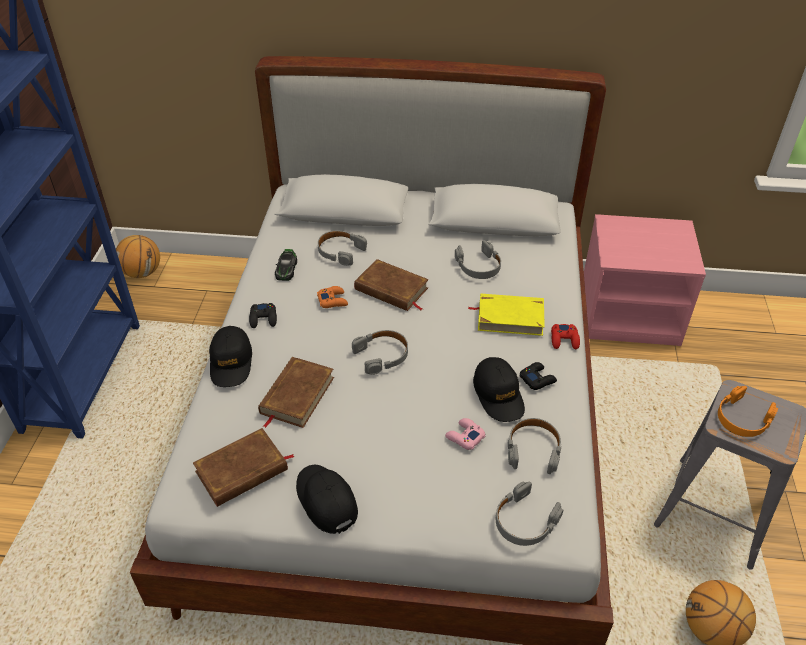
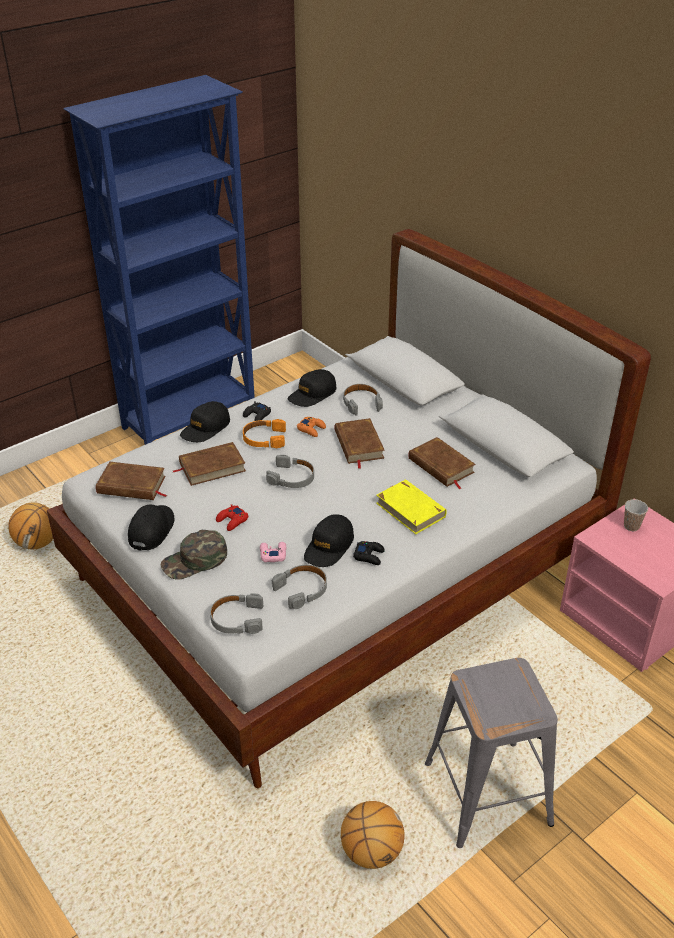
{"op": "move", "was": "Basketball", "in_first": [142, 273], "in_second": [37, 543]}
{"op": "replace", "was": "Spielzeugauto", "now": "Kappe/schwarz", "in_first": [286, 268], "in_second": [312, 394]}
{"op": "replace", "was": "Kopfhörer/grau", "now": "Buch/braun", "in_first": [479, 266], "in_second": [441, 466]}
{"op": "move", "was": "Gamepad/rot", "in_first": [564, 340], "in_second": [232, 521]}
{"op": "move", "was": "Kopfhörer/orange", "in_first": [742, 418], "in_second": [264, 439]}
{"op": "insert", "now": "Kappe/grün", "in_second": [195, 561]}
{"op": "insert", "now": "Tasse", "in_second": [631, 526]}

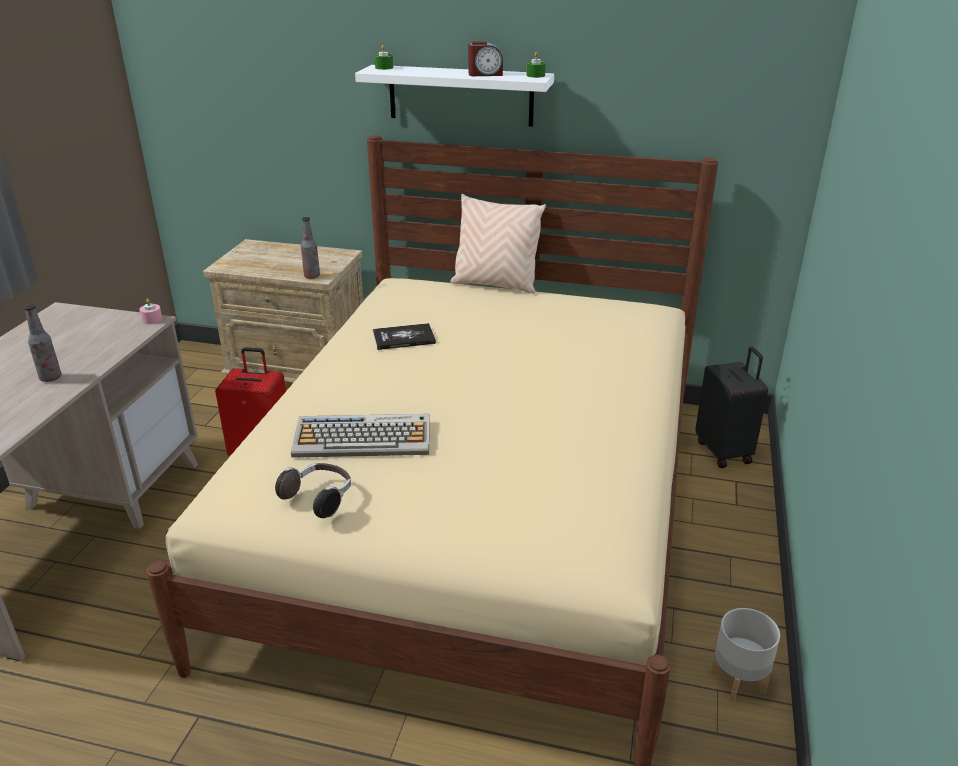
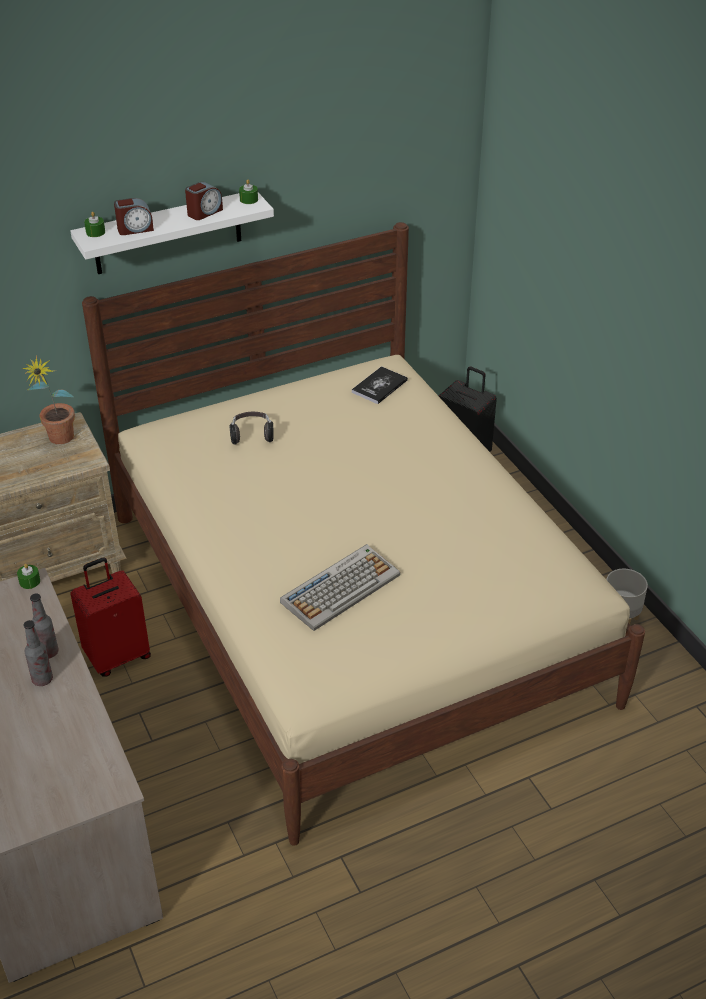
{"op": "recolor", "was": "Kerze/rosa", "now": "Kerze/grün", "in_first": [152, 319], "in_second": [29, 581]}
{"op": "move", "was": "Kopfhörer", "in_first": [319, 498], "in_second": [252, 435]}
{"op": "move", "was": "Flasche", "in_first": [312, 276], "in_second": [48, 652]}
{"op": "move", "was": "Buch", "in_first": [404, 338], "in_second": [379, 386]}
{"op": "delete", "was": "Kissen/beige", "in_first": [495, 284]}
{"op": "insert", "now": "Topfpflanze", "in_second": [58, 441]}
{"op": "insert", "now": "Wecker", "in_second": [135, 229]}

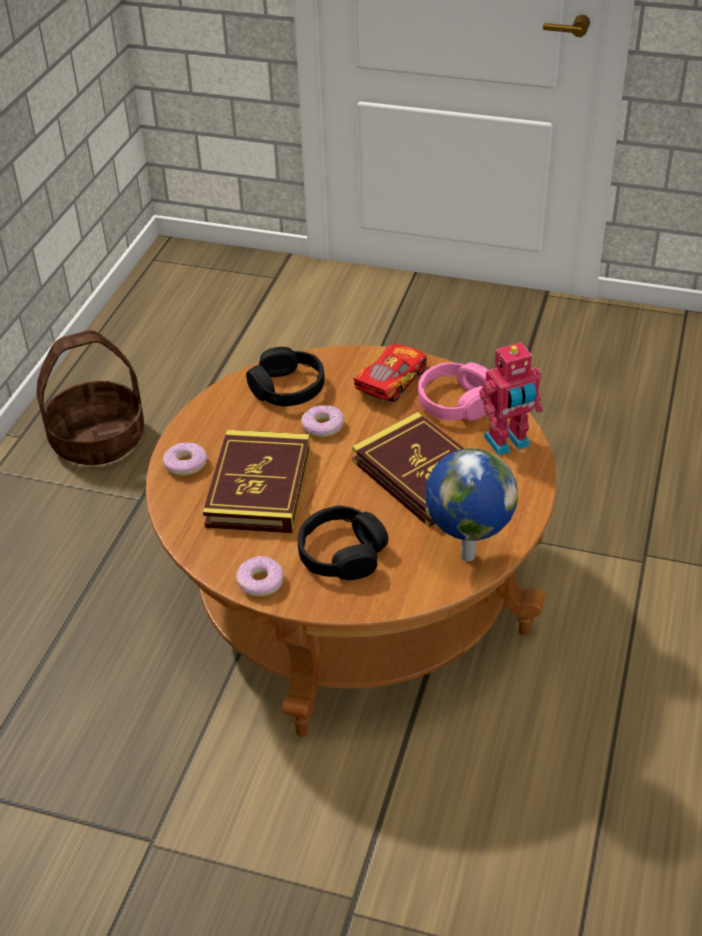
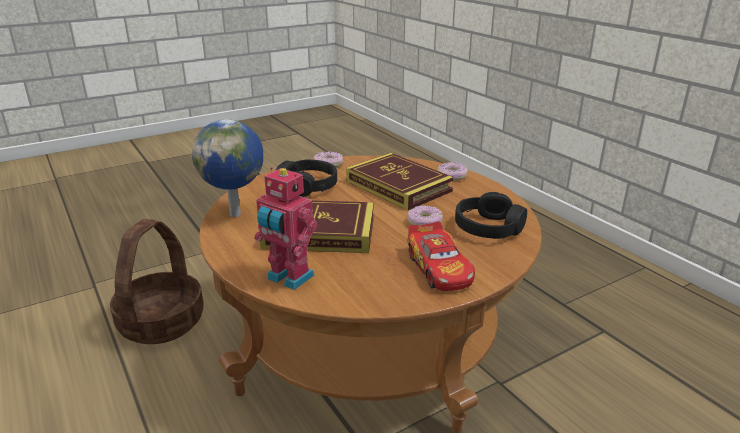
{"op": "move", "was": "Korb", "in_first": [98, 438], "in_second": [162, 322]}
{"op": "delete", "was": "Kopfhörer/rosa", "in_first": [455, 402]}
{"op": "rotate", "was": "Spielzeugroboter", "in_first": [508, 443], "in_second": [288, 278], "clockwise": -75}

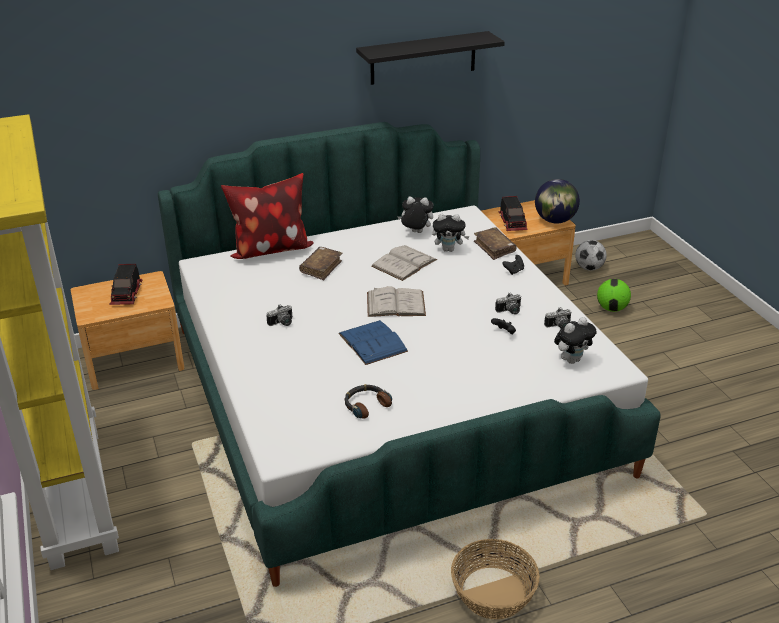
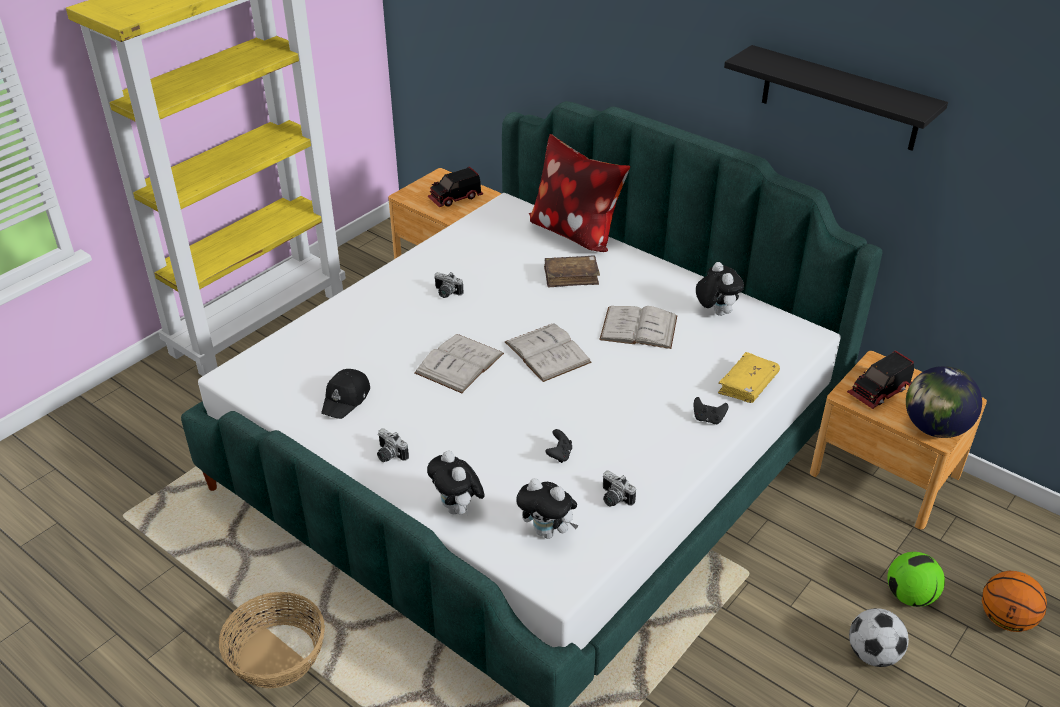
{"op": "recolor", "was": "Buch/blau", "now": "Buch/weiß", "in_first": [372, 342], "in_second": [459, 363]}
{"op": "replace", "was": "Kopfhörer", "now": "Kappe/schwarz", "in_first": [366, 405], "in_second": [346, 399]}
{"op": "move", "was": "Plüschtier", "in_first": [449, 249], "in_second": [458, 509]}
{"op": "recolor", "was": "Buch/braun", "now": "Buch/gelb", "in_first": [494, 248], "in_second": [747, 385]}
{"op": "move", "was": "Kamera", "in_first": [510, 311], "in_second": [389, 455]}
{"op": "move", "was": "Fußball", "in_first": [589, 268], "in_second": [872, 654]}
{"op": "insert", "now": "Basketball", "in_second": [1005, 619]}

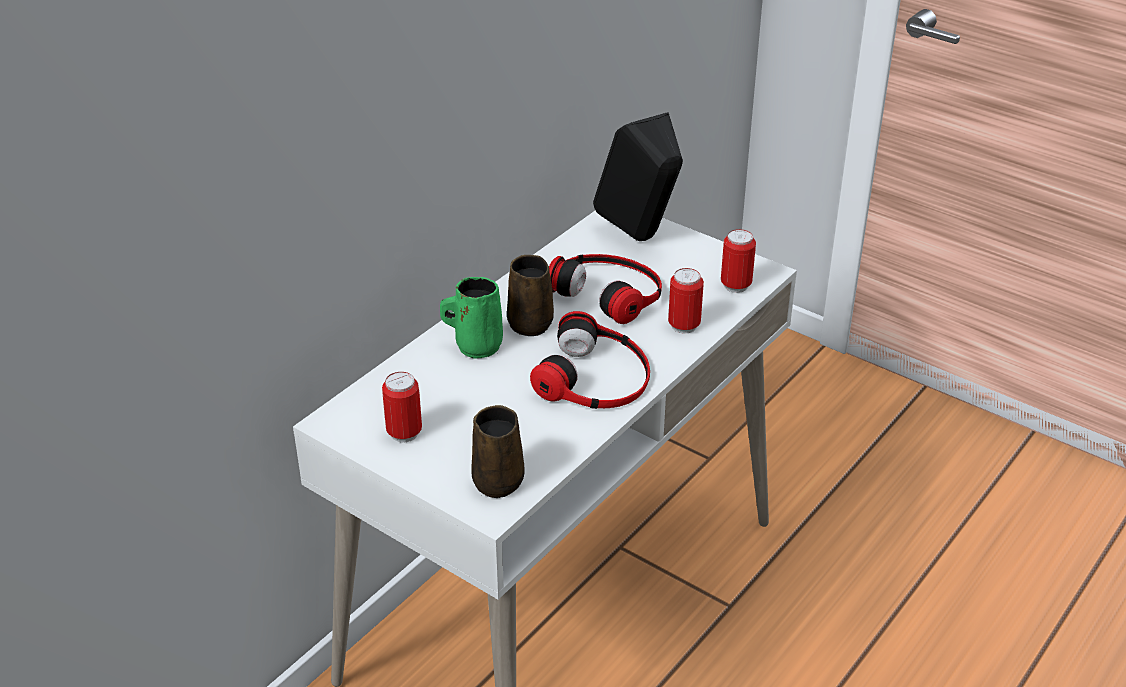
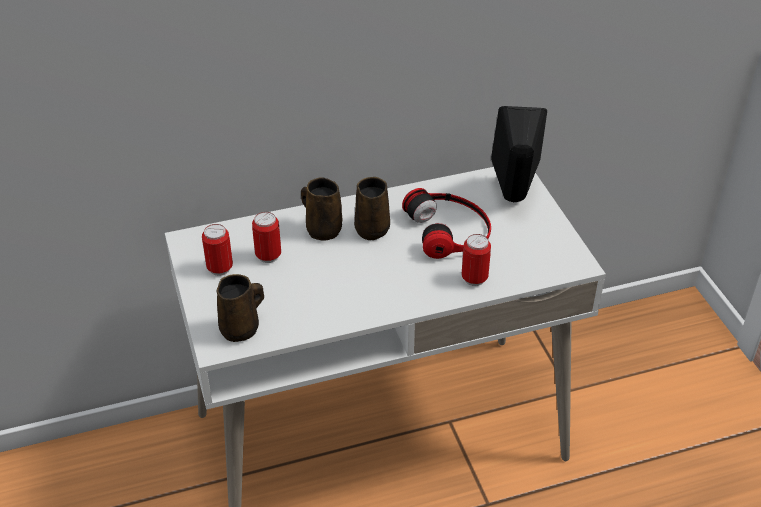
{"op": "recolor", "was": "Henkelbecher/grün", "now": "Henkelbecher/braun", "in_first": [476, 346], "in_second": [322, 229]}
{"op": "delete", "was": "Kopfhörer", "in_first": [595, 377]}
{"op": "move", "was": "Dose", "in_first": [735, 285], "in_second": [268, 256]}

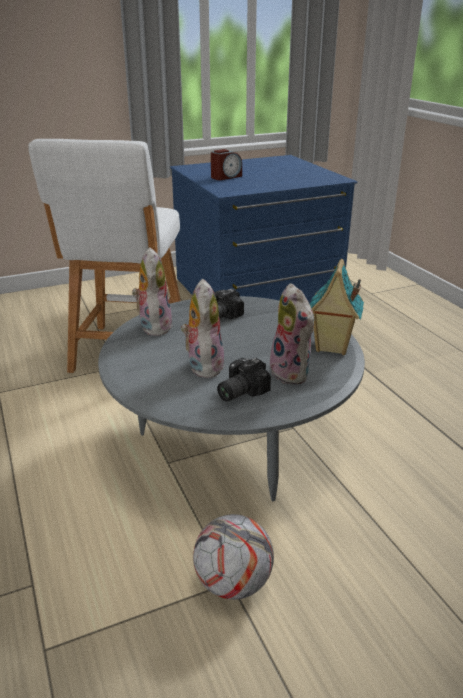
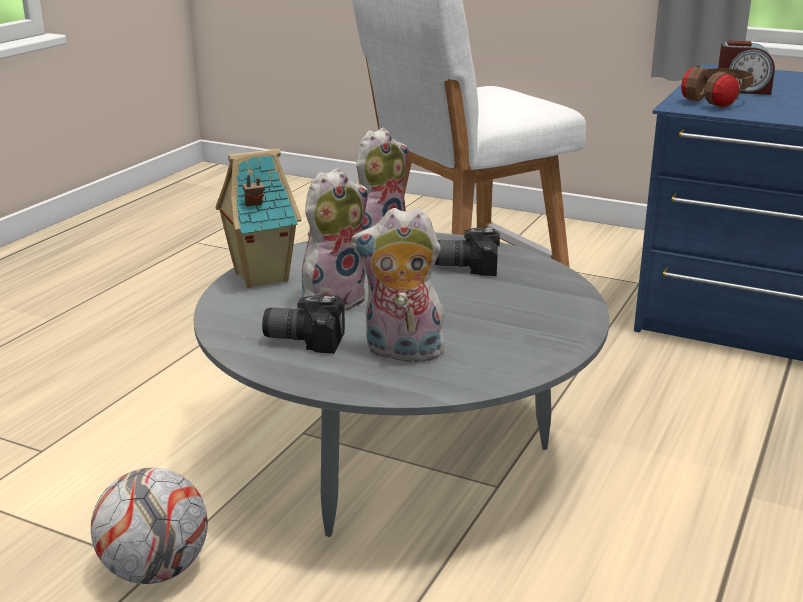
{"op": "rotate", "was": "Plüschtier", "in_first": [293, 373], "in_second": [401, 353], "clockwise": 75}
{"op": "move", "was": "Spielzeughaus", "in_first": [331, 347], "in_second": [259, 277]}
{"op": "insert", "now": "Kopfhörer/braun", "in_second": [716, 102]}

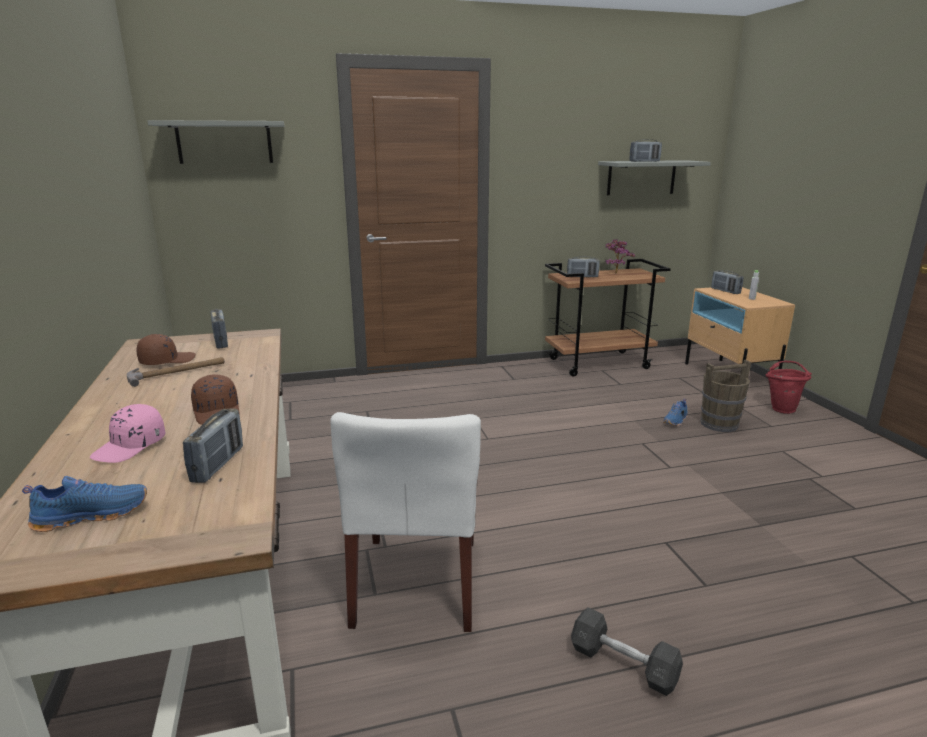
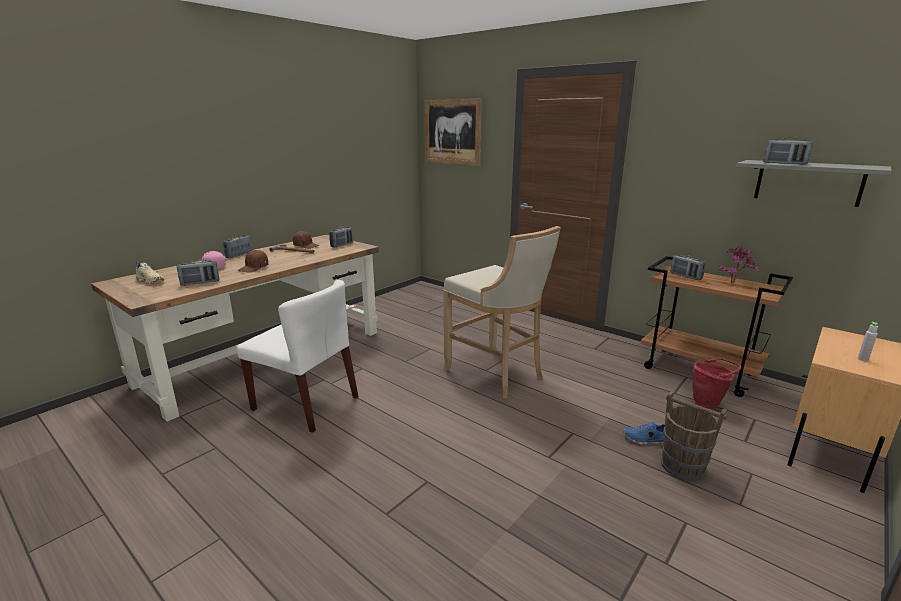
{"op": "recolor", "was": "Schuh/blau", "now": "Schuh/beige", "in_first": [92, 515], "in_second": [151, 281]}
{"op": "replace", "was": "Wandregal/grau", "now": "Bild", "in_first": [224, 142], "in_second": [452, 132]}
{"op": "rotate", "was": "Stuhl/weiß", "in_first": [417, 582], "in_second": [306, 403], "clockwise": -120}
{"op": "delete", "was": "Hantel/grau", "in_first": [623, 664]}
{"op": "move", "was": "Radio", "in_first": [725, 291], "in_second": [239, 255]}
{"op": "move", "was": "Eimer/rot", "in_first": [782, 408], "in_second": [708, 403]}
{"op": "insert", "now": "Hocker/beige", "in_second": [497, 374]}

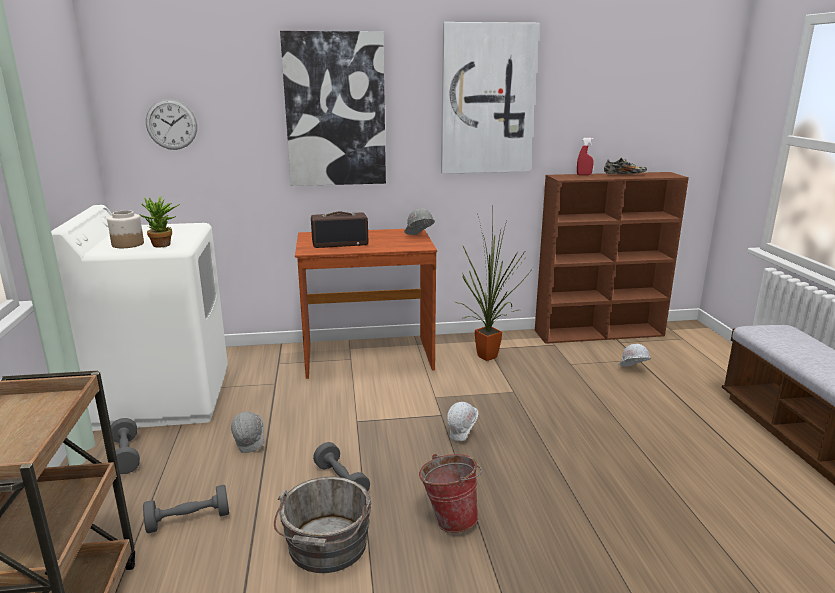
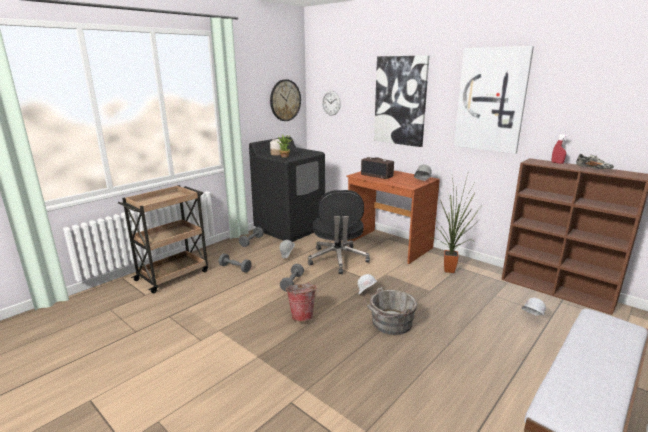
{"op": "recolor", "was": "Waschmaschine/weiß", "now": "Waschmaschine/schwarz", "in_first": [164, 398], "in_second": [290, 228]}
{"op": "move", "was": "Eimer/grau", "in_first": [326, 548], "in_second": [390, 323]}
{"op": "insert", "now": "Wanduhr", "in_second": [285, 100]}
{"op": "insert", "now": "Bürostuhl/schwarz", "in_second": [338, 260]}

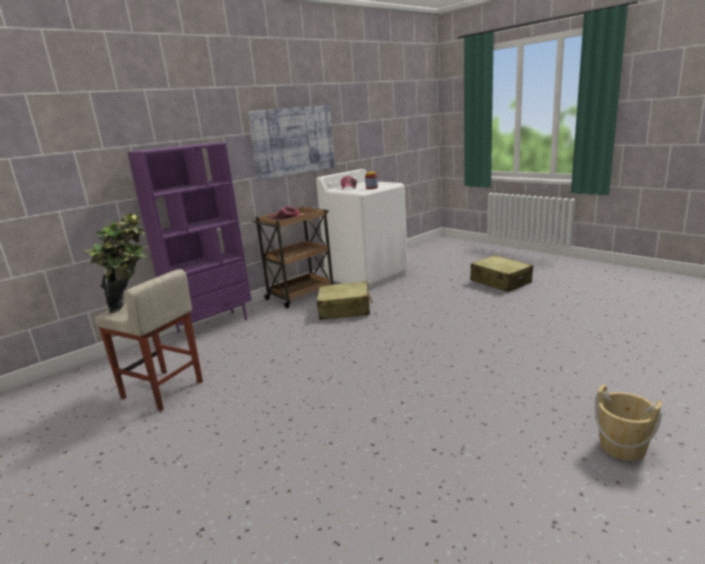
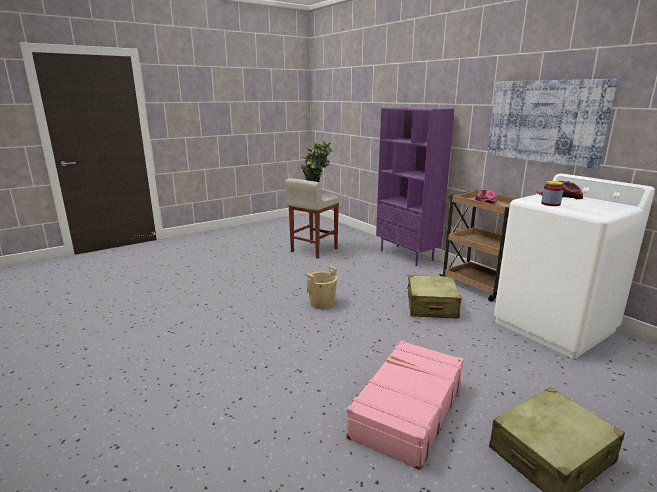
{"op": "move", "was": "Eimer/beige", "in_first": [622, 447], "in_second": [322, 303]}
{"op": "insert", "now": "Koffer/rosa", "in_second": [406, 410]}

